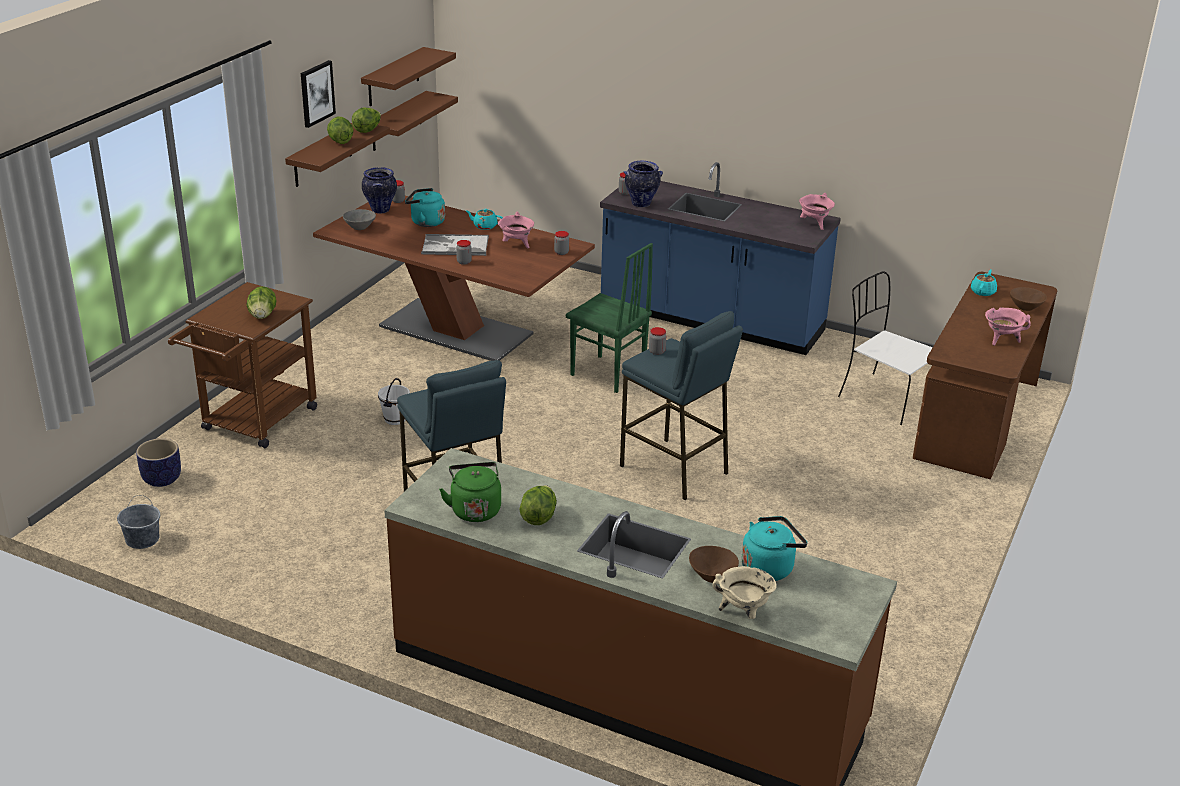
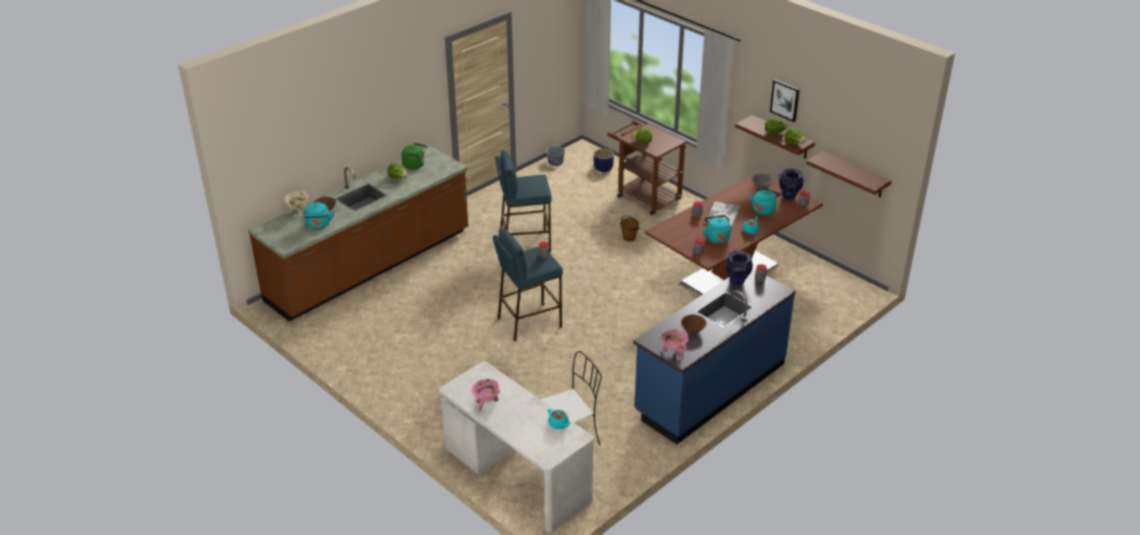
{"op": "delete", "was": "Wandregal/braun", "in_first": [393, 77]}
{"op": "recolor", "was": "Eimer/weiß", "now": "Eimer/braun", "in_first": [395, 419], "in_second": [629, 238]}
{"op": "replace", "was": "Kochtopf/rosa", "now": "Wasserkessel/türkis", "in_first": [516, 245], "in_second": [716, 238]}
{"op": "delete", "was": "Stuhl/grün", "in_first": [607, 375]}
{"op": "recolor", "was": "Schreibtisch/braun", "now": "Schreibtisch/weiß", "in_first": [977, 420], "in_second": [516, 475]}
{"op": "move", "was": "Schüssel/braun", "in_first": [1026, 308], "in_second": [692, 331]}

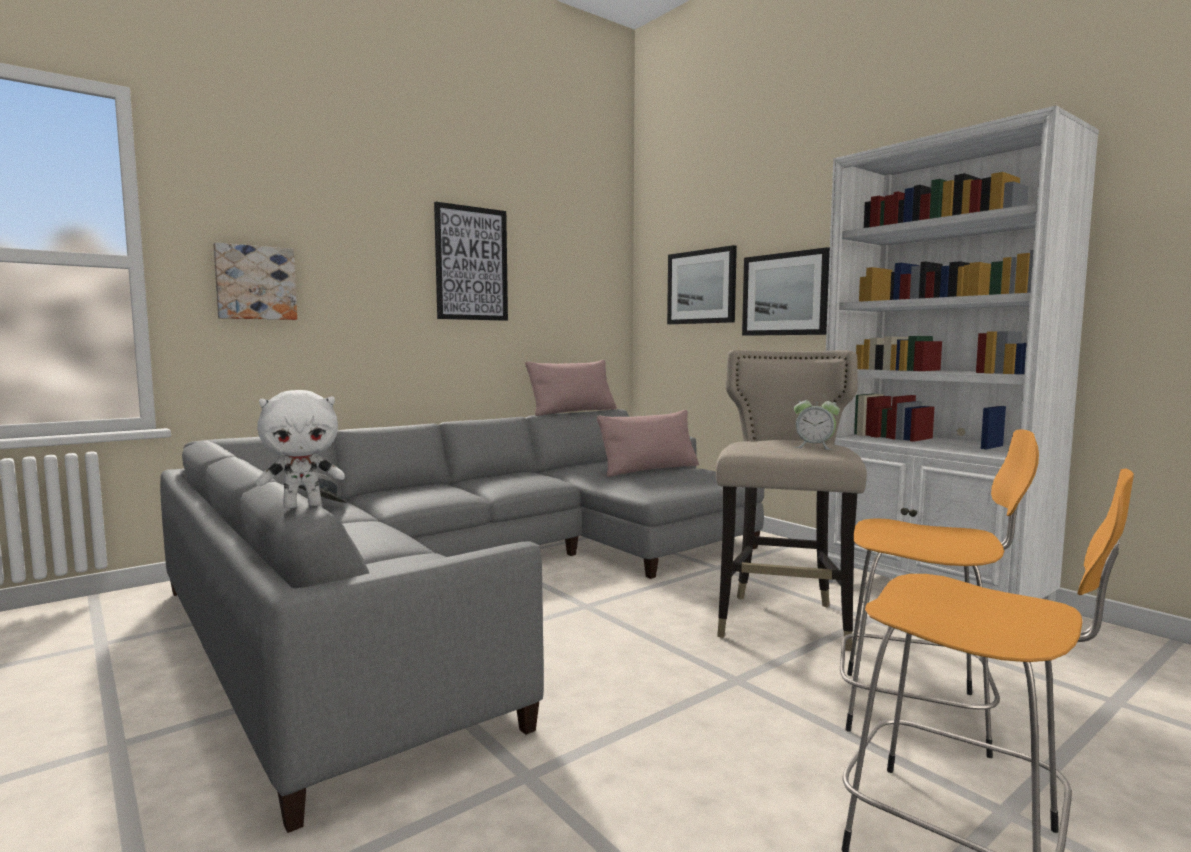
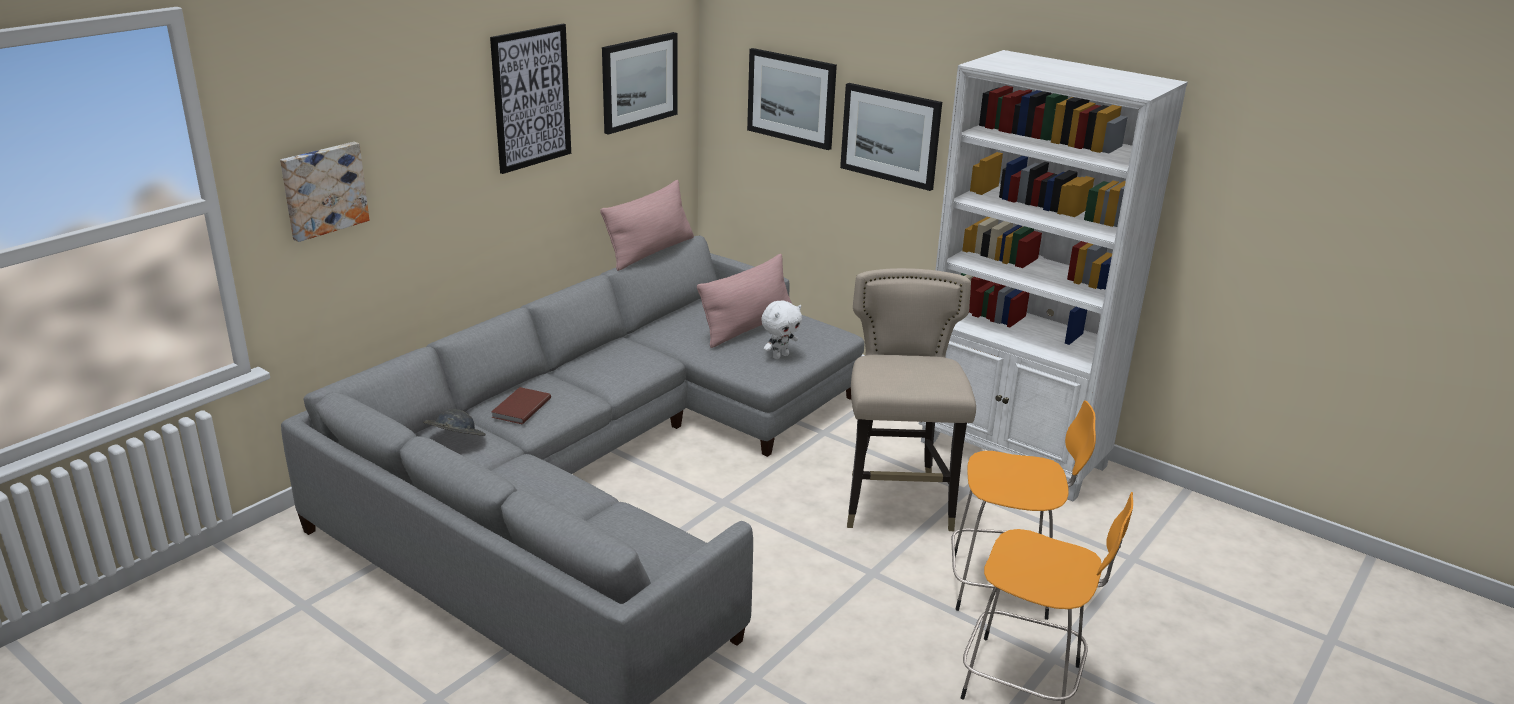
{"op": "move", "was": "Plüschtier/weiß", "in_first": [303, 505], "in_second": [780, 356]}
{"op": "delete", "was": "Wecker", "in_first": [814, 447]}
{"op": "insert", "now": "Buch/braun", "in_second": [520, 408]}
{"op": "insert", "now": "Bild", "in_second": [639, 82]}

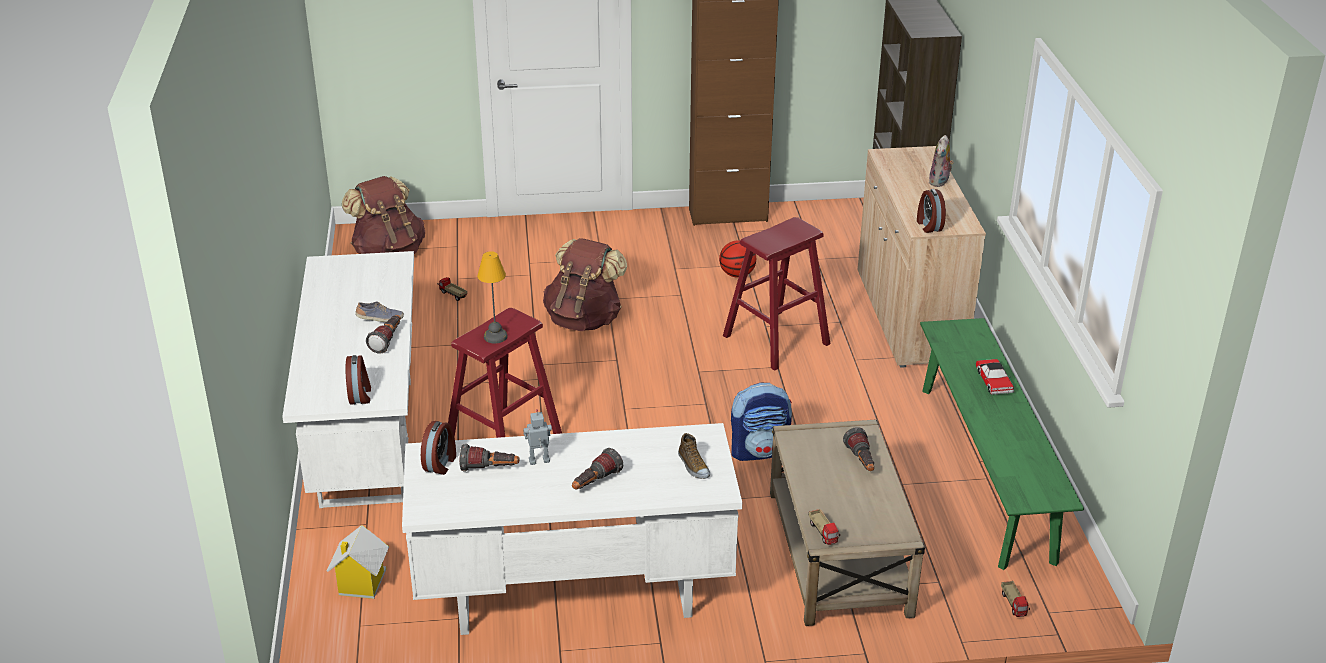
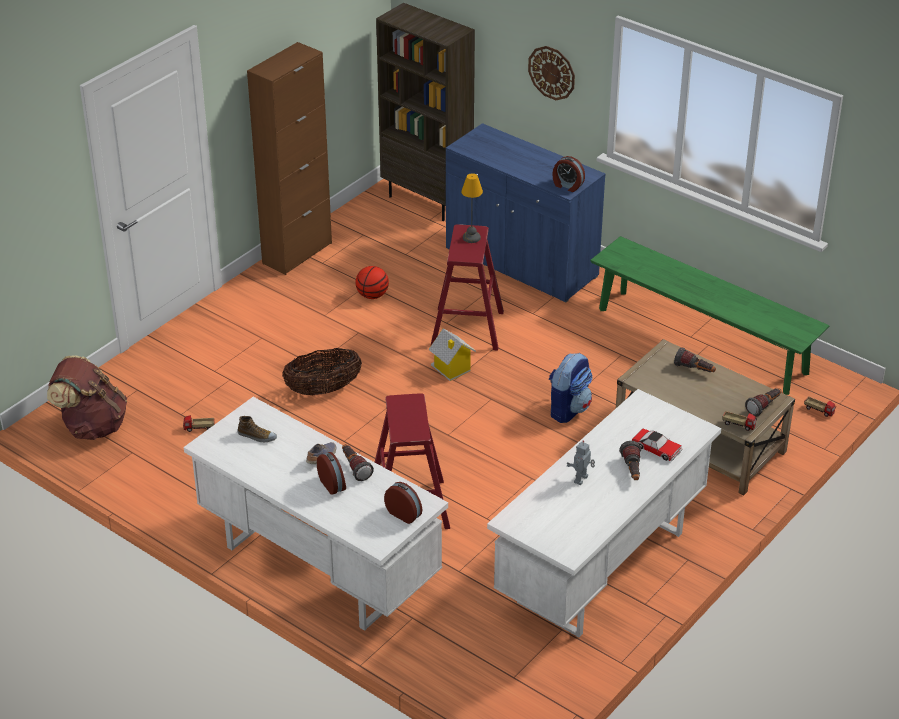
{"op": "move", "was": "Spielzeughaus", "in_first": [361, 583], "in_second": [451, 369]}
{"op": "move", "was": "Wecker", "in_first": [441, 463], "in_second": [333, 484]}
{"op": "move", "was": "Taschenlampe", "in_first": [490, 469], "in_second": [764, 407]}
{"op": "move", "was": "Tischlampe", "in_first": [494, 336], "in_second": [471, 238]}
{"op": "replace", "was": "Rucksack/braun", "now": "Korb", "in_first": [584, 320], "in_second": [323, 389]}
{"op": "move", "was": "Schuh", "in_first": [693, 466], "in_second": [257, 436]}
{"op": "recolor", "was": "Schrank/beige", "now": "Schrank/blau", "in_first": [909, 316], "in_second": [521, 263]}
{"op": "delete", "was": "Plüschtier", "in_first": [940, 182]}
{"op": "move", "was": "Spielzeugauto", "in_first": [994, 381], "in_second": [656, 449]}
{"op": "insert", "now": "Wanduhr", "in_second": [552, 72]}

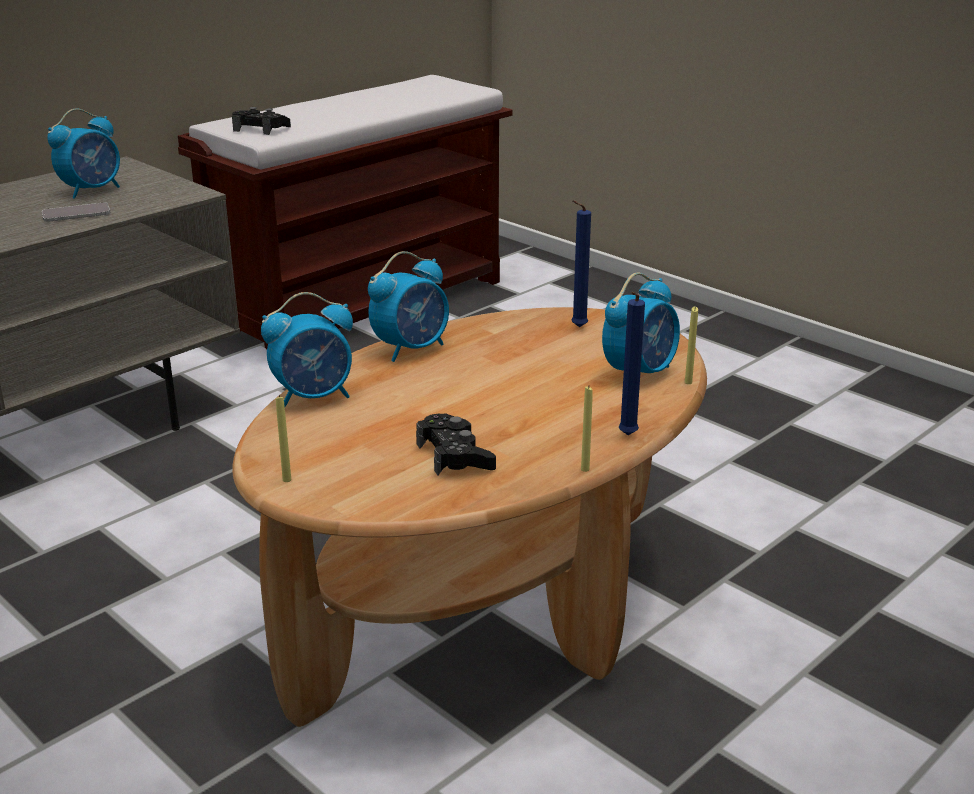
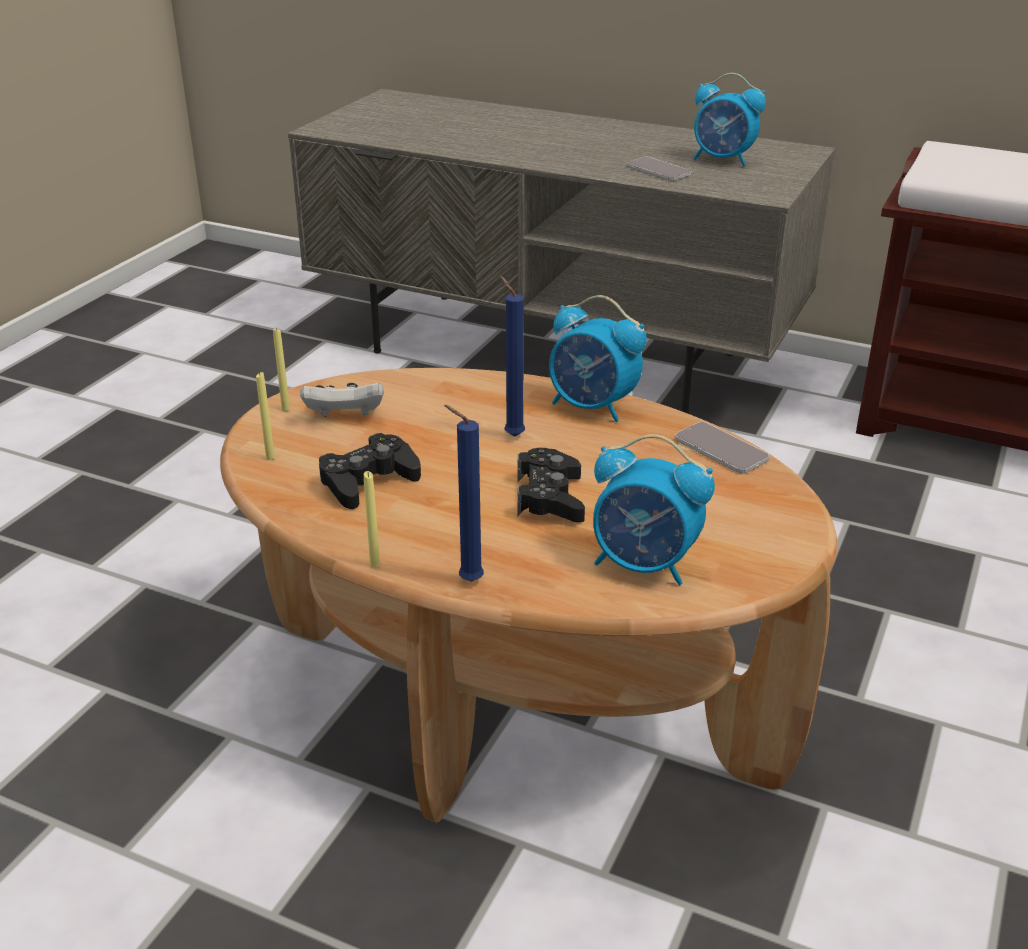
{"op": "move", "was": "Gamepad/schwarz", "in_first": [260, 129], "in_second": [549, 497]}
{"op": "delete", "was": "Wecker", "in_first": [314, 397]}
{"op": "move", "was": "Kerze/blau", "in_first": [576, 327], "in_second": [512, 435]}
{"op": "move", "was": "Kerze/gelb", "in_first": [688, 382], "in_second": [270, 457]}
{"op": "insert", "now": "Gamepad/weiß", "in_second": [345, 417]}
{"op": "insert", "now": "Handy", "in_second": [721, 449]}

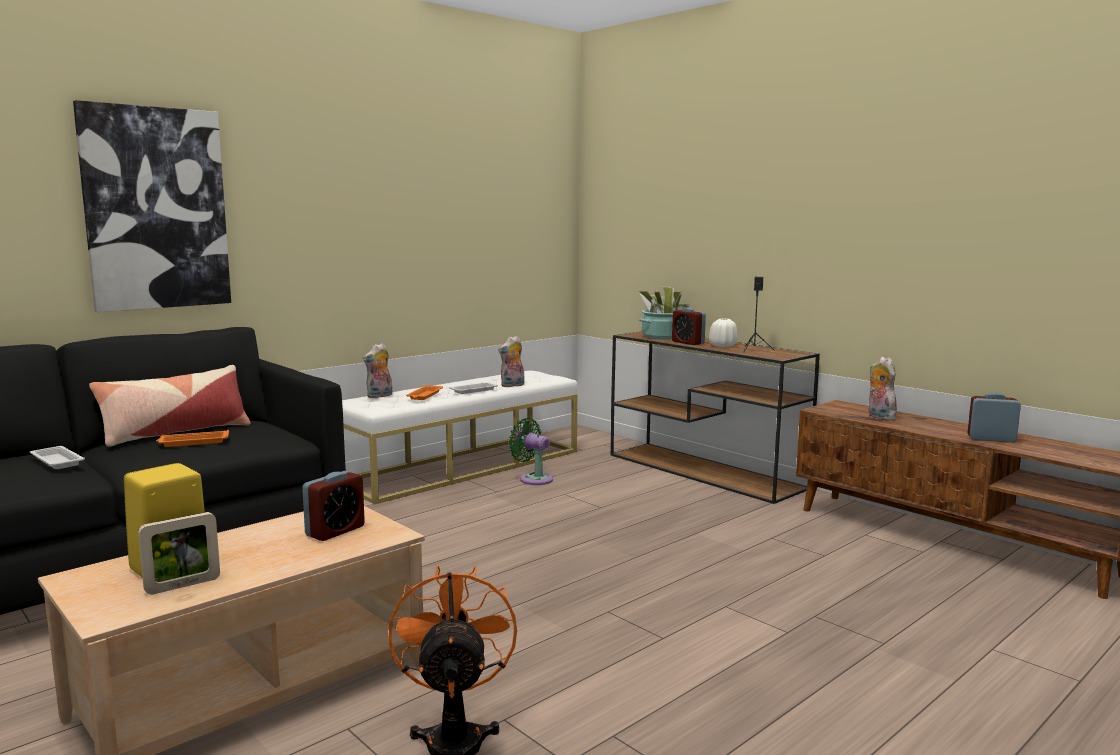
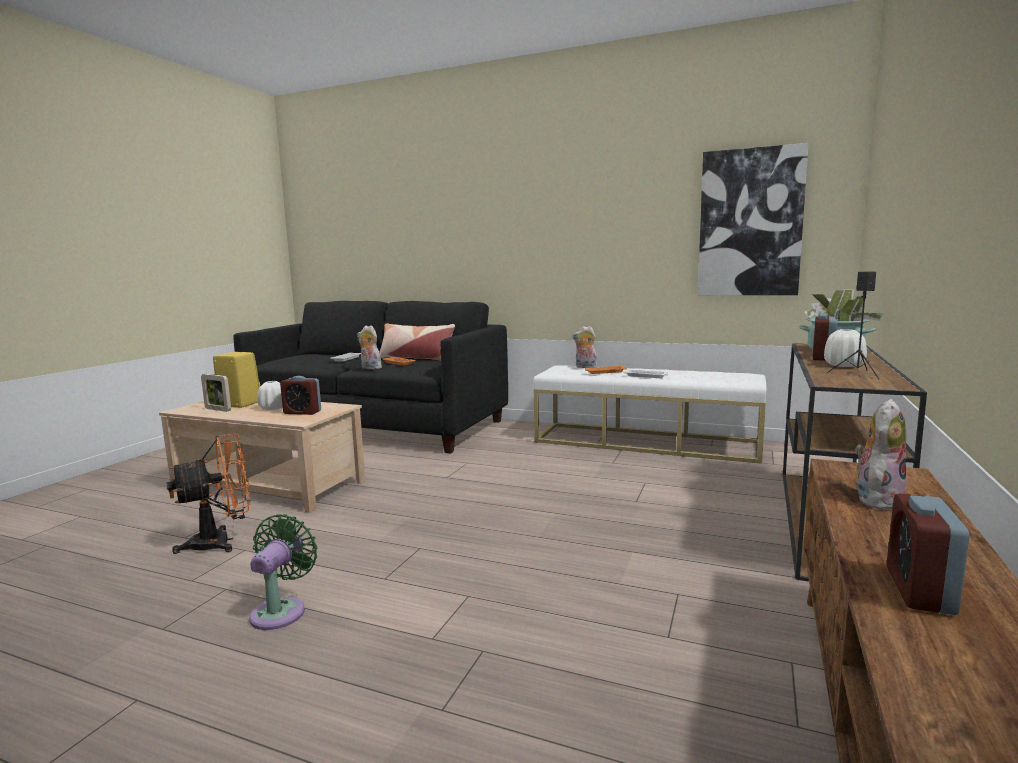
{"op": "move", "was": "Bild", "in_first": [156, 209], "in_second": [750, 223]}
{"op": "move", "was": "Plüschtier", "in_first": [512, 385], "in_second": [369, 368]}
{"op": "move", "was": "Ventilator/grün", "in_first": [533, 479], "in_second": [281, 610]}
{"op": "rotate", "was": "Wecker", "in_first": [991, 439], "in_second": [919, 591], "clockwise": -150}
{"op": "insert", "now": "Vase/weiß", "in_second": [274, 408]}

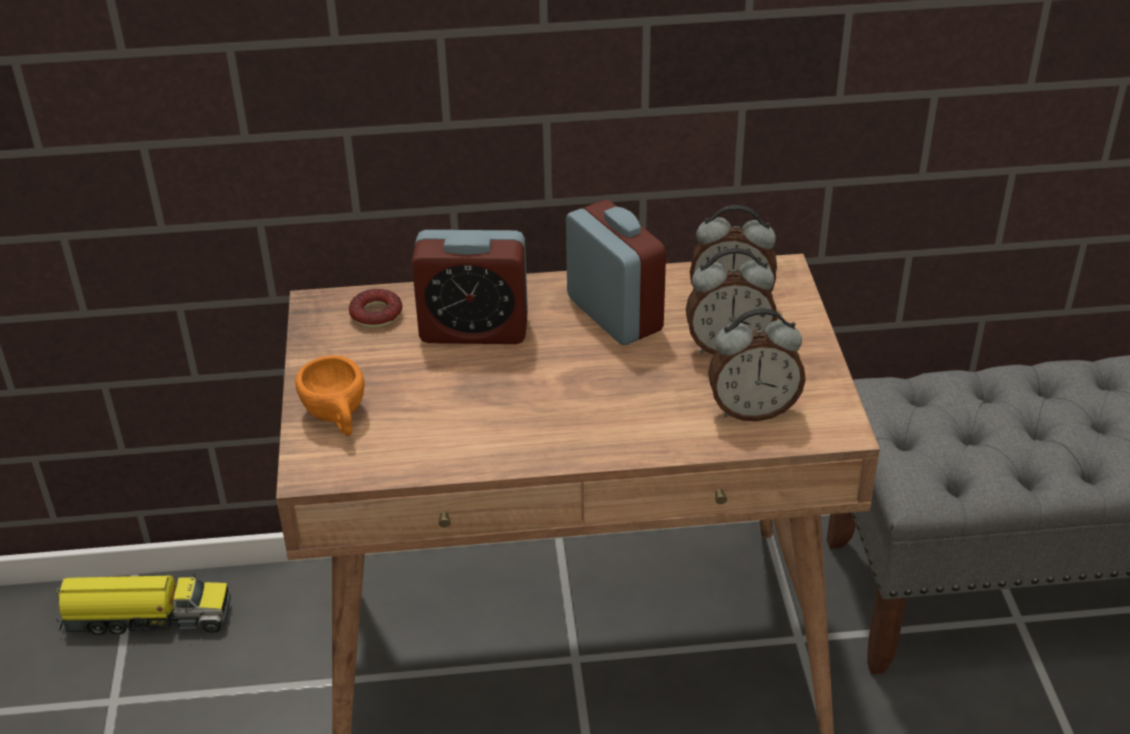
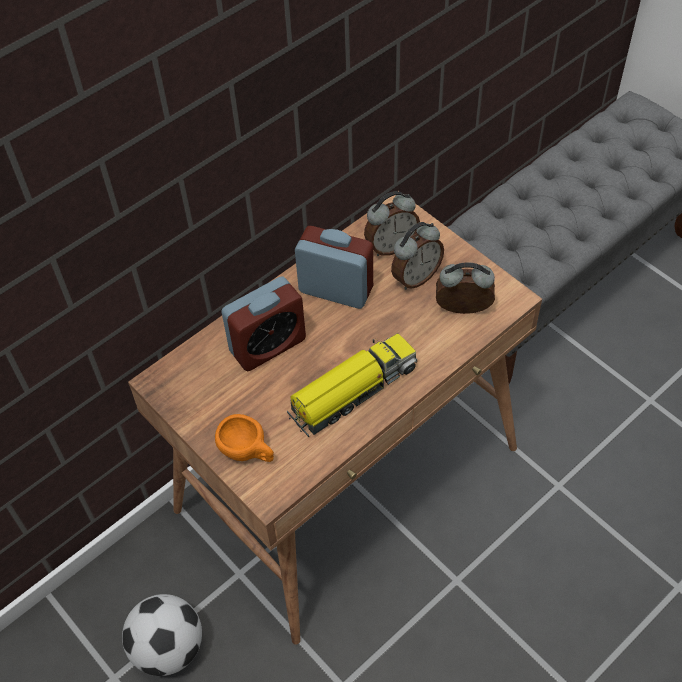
{"op": "move", "was": "Spielzeuglaster", "in_first": [146, 617], "in_second": [352, 391]}
{"op": "delete", "was": "Donut", "in_first": [376, 315]}
{"op": "rotate", "was": "Wecker", "in_first": [752, 410], "in_second": [463, 311], "clockwise": -135}
{"op": "insert", "now": "Fußball", "in_second": [168, 648]}

